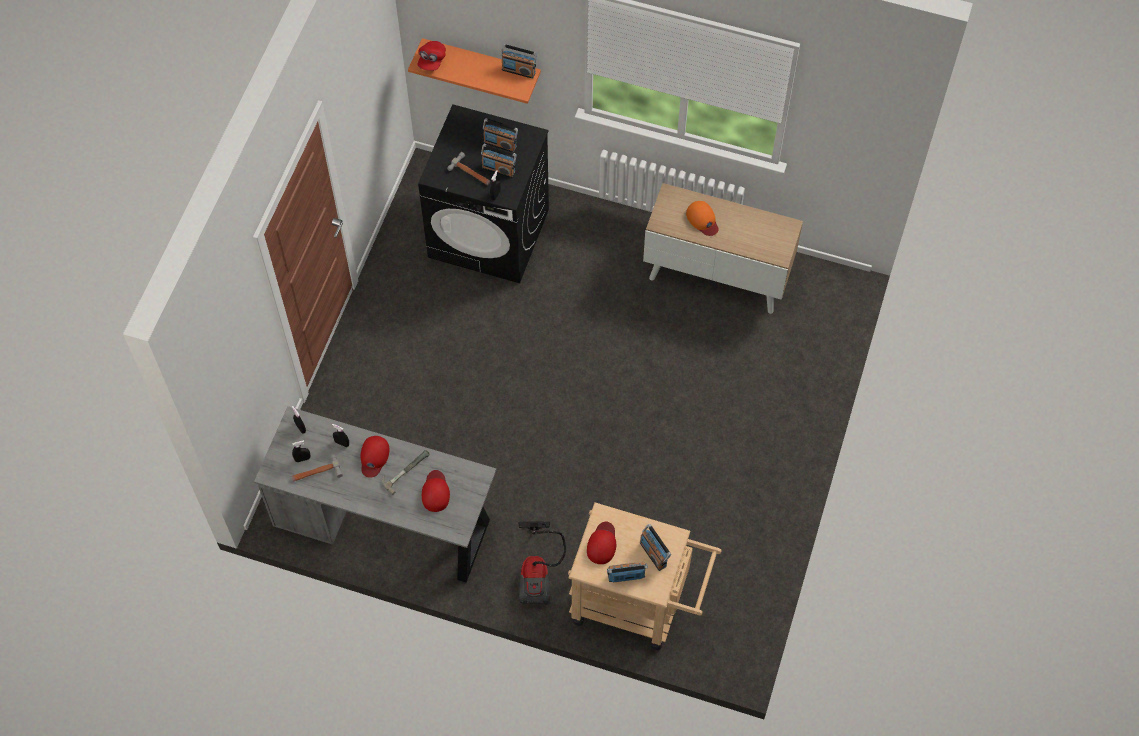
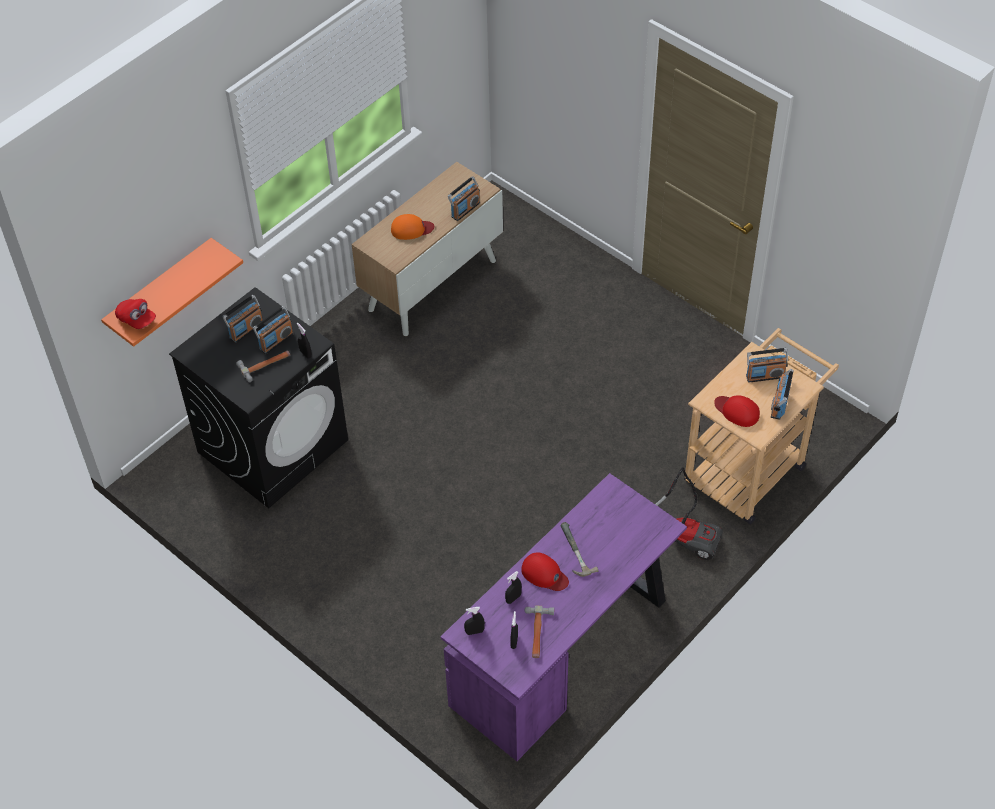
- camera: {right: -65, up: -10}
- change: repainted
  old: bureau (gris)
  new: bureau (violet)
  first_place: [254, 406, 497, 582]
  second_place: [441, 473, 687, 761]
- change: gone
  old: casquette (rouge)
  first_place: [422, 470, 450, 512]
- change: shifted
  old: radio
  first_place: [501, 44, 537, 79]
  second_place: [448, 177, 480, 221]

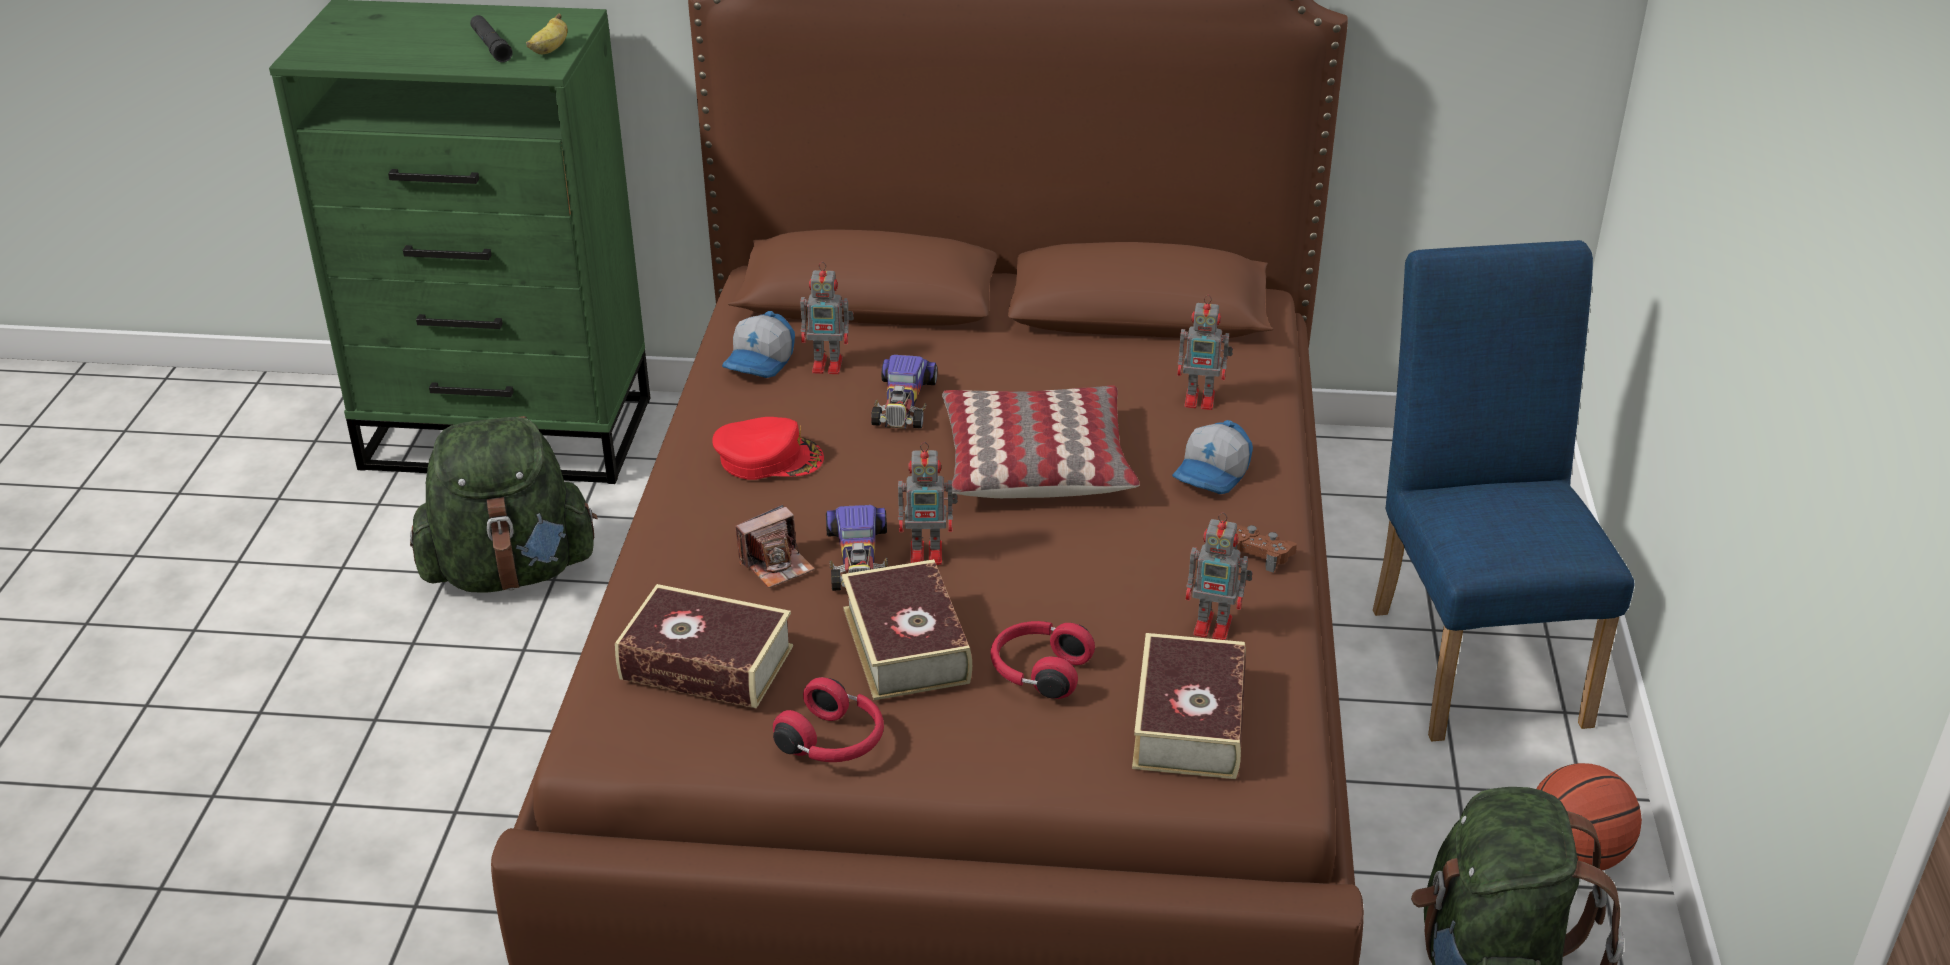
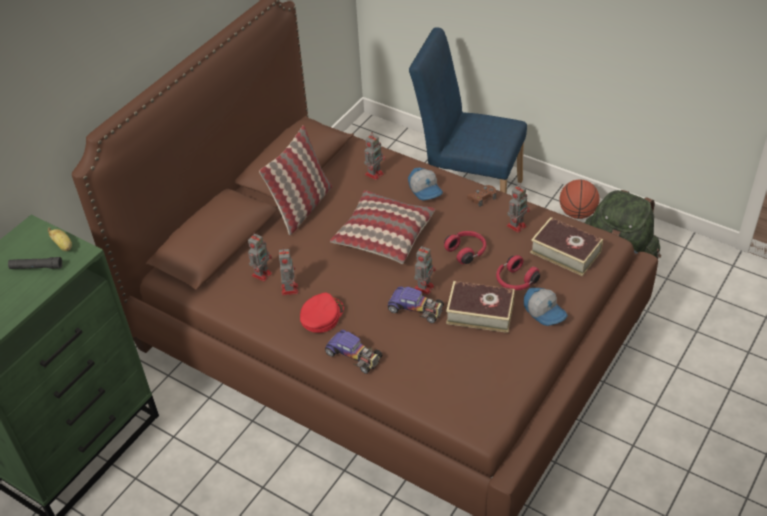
- camera: {right: -60, up: 10}
- change: gone
  old: sac à dos (vert)
  first_place: [410, 416, 598, 593]
- change: gone
  old: livre
  first_place: [615, 584, 793, 708]
- change: shifted
  old: casquette
  first_place: [722, 311, 795, 378]
  second_place: [524, 288, 568, 326]
- change: gone
  old: appareil photo
  first_place: [735, 505, 815, 588]
- change: shifted
  old: casque audio (rouge)
  first_place: [773, 677, 884, 762]
  second_place: [444, 231, 487, 264]
- change: shifted
  old: petite voiture
  first_place: [871, 355, 937, 429]
  second_place: [325, 330, 383, 374]
- change: new
  new: coussin
  second_place: [259, 125, 332, 235]
- change: new
  new: robot jouet
  second_place: [279, 247, 298, 295]

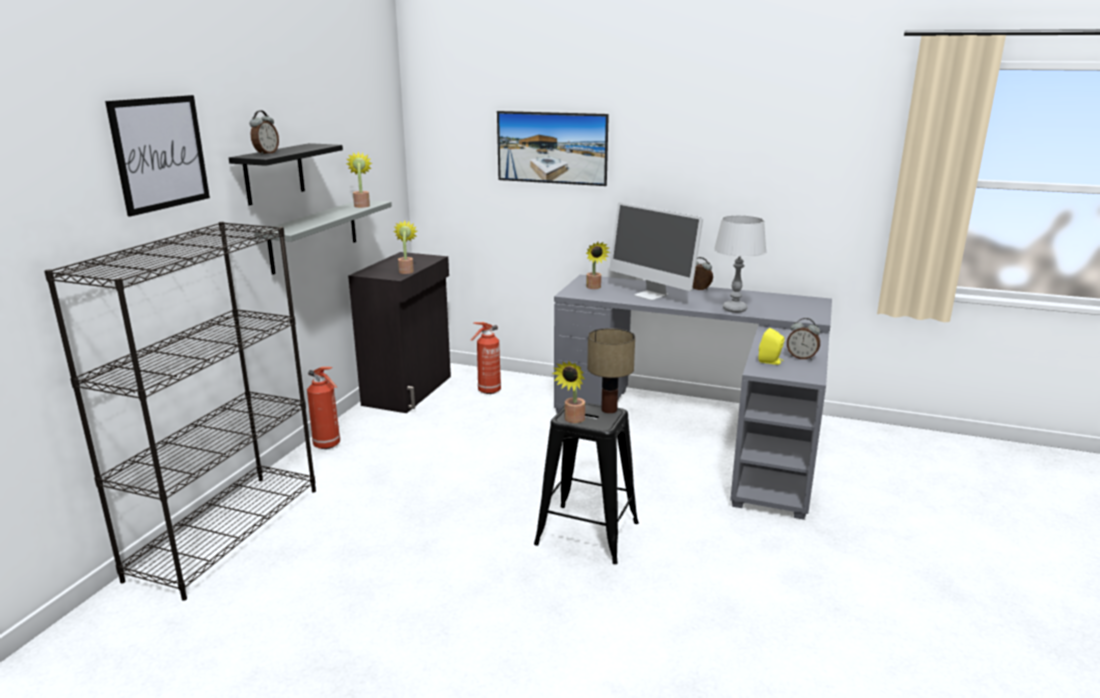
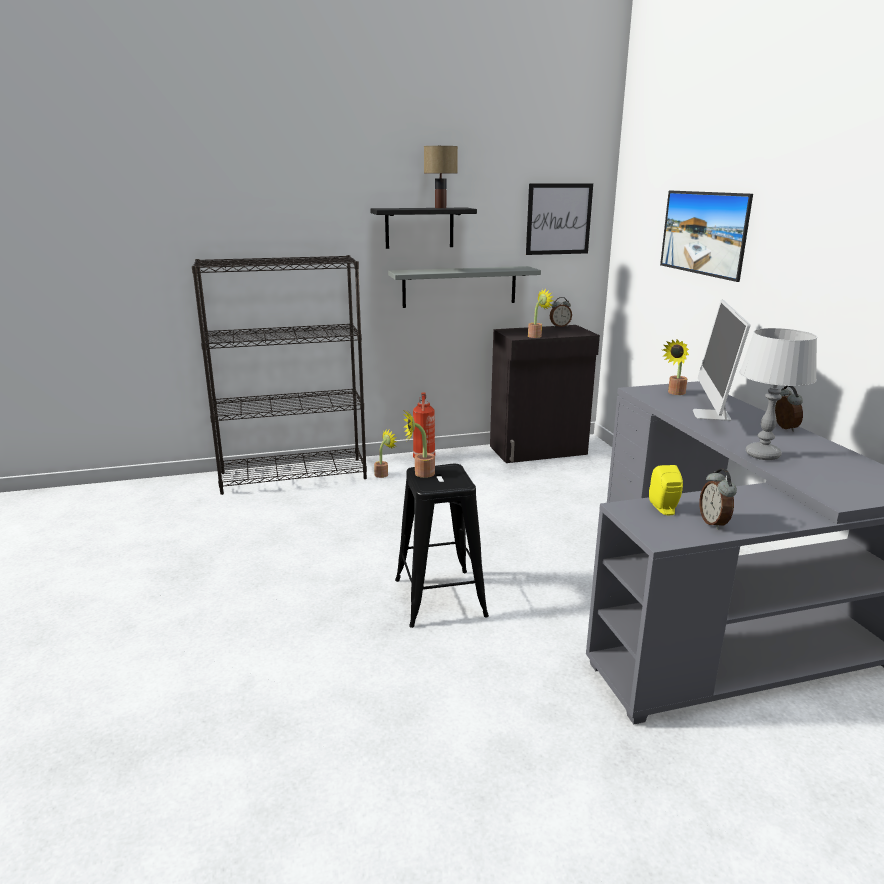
- camera: {right: 55, up: 0}
- change: shifted
  old: tableau
  first_place: [105, 95, 210, 217]
  second_place: [526, 183, 593, 255]
- change: shifted
  old: réveil
  first_place: [250, 110, 279, 155]
  second_place: [550, 297, 572, 327]
- change: shifted
  old: plante en pot
  first_place: [346, 151, 372, 208]
  second_place: [374, 429, 397, 478]
- change: gone
  old: extincteur
  first_place: [471, 322, 501, 394]
- change: shifted
  old: lampe de table
  first_place: [587, 328, 635, 413]
  second_place: [424, 146, 458, 208]

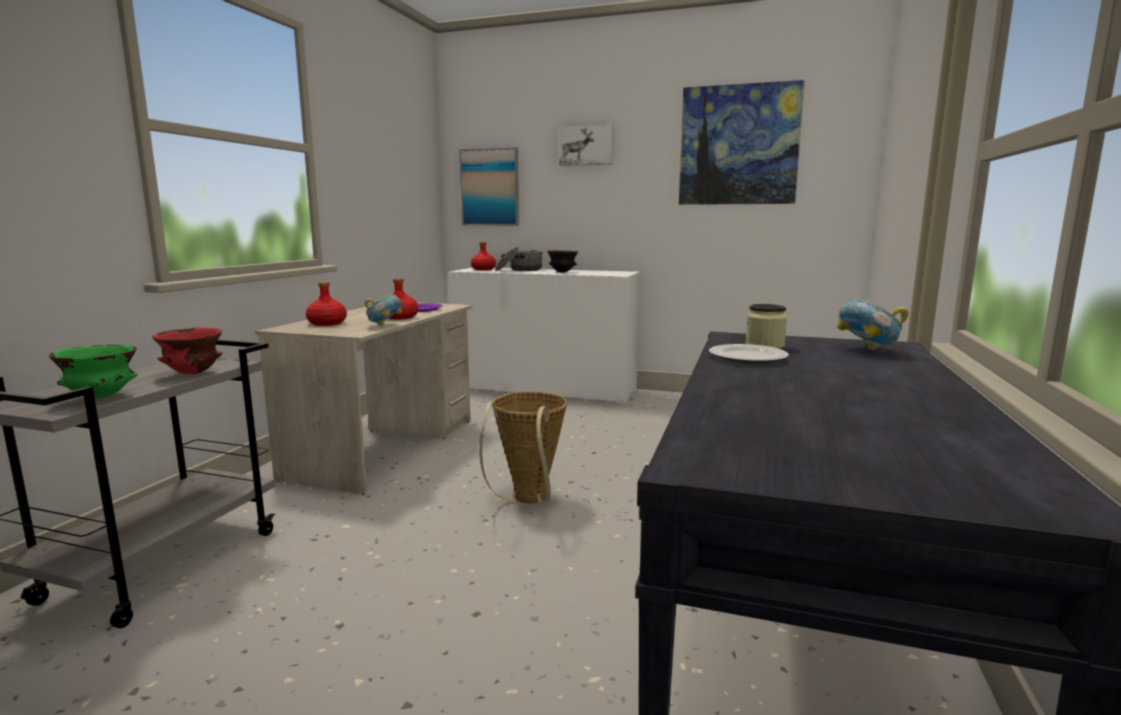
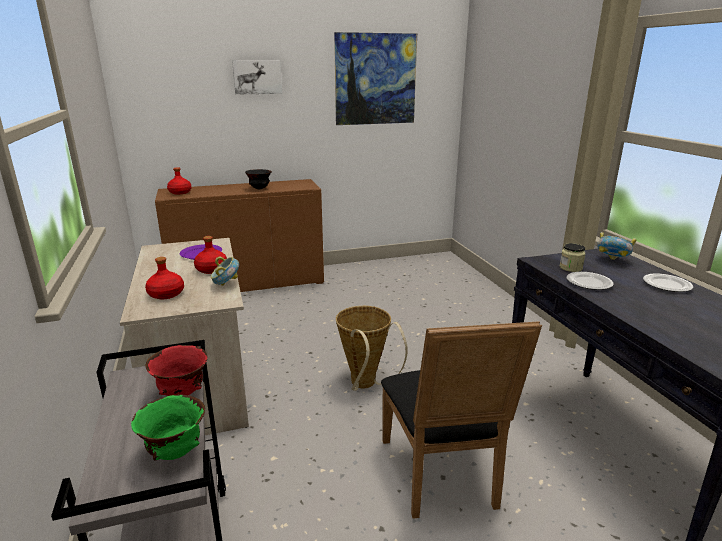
- camera: {right: -35, up: 10}
- change: repainted
  old: meuble de rangement (blanc)
  new: meuble de rangement (marron)
  first_place: [448, 268, 640, 404]
  second_place: [155, 179, 324, 292]
- change: gone
  old: tableau
  first_place: [459, 147, 519, 226]
- change: gone
  old: marmite
  first_place: [495, 247, 543, 271]
- change: new
  new: chaise (noir)
  second_place: [381, 321, 542, 519]
- change: new
  new: assiette
  second_place: [643, 274, 693, 292]

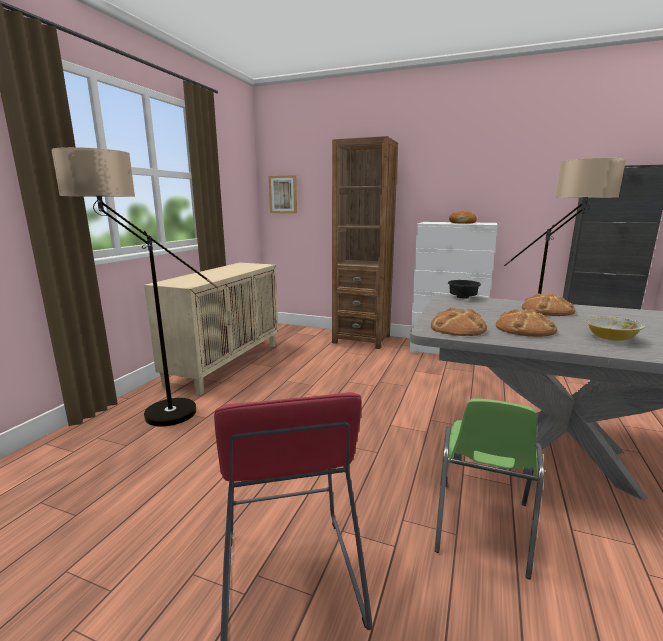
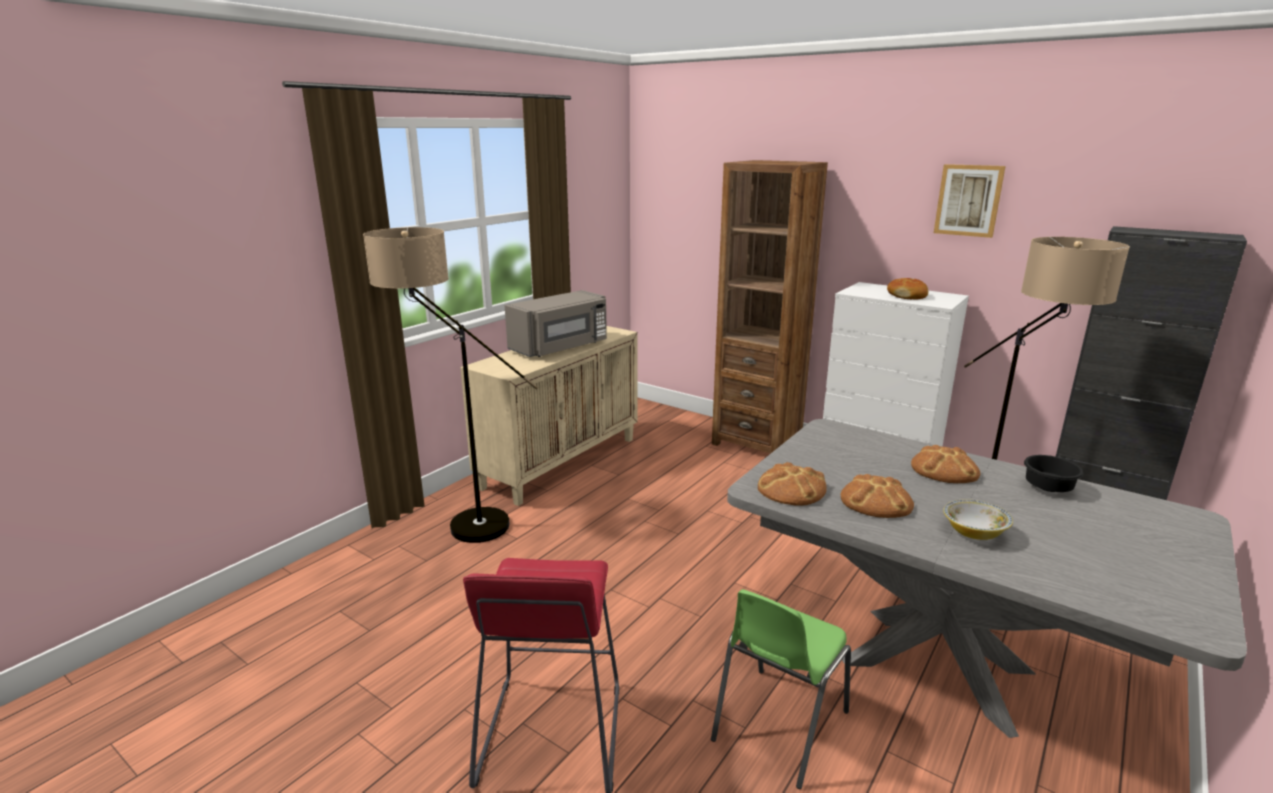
- camera: {right: 15, up: 5}
- change: shifted
  old: tableau
  first_place: [269, 175, 297, 213]
  second_place: [934, 164, 1006, 238]
- change: shifted
  old: bol (noir)
  first_place: [448, 280, 481, 299]
  second_place: [1024, 455, 1083, 492]
- change: new
  new: micro-ondes (gris)
  second_place: [505, 290, 607, 357]

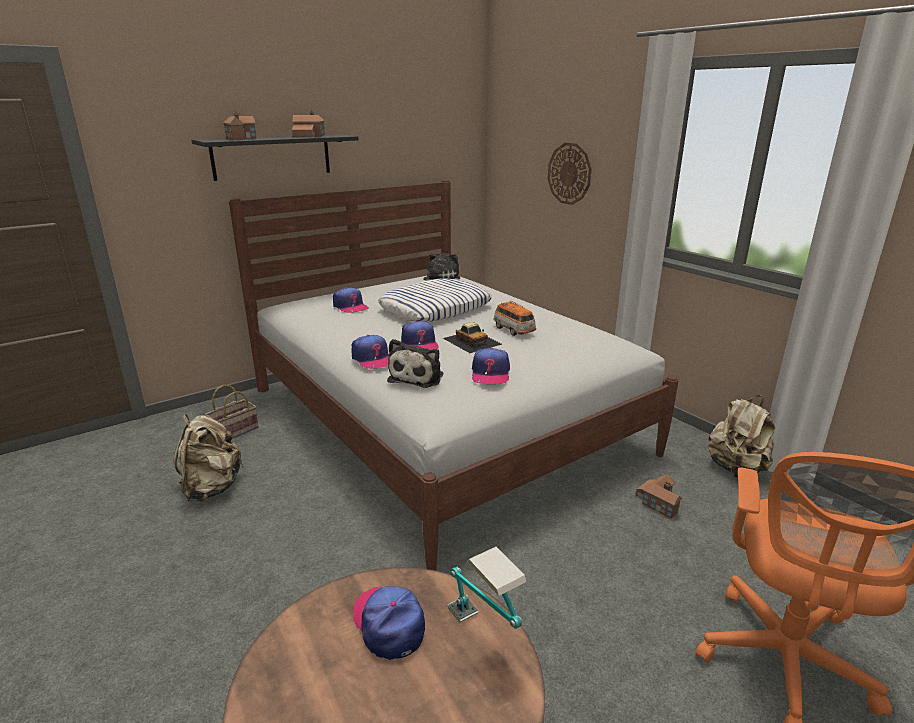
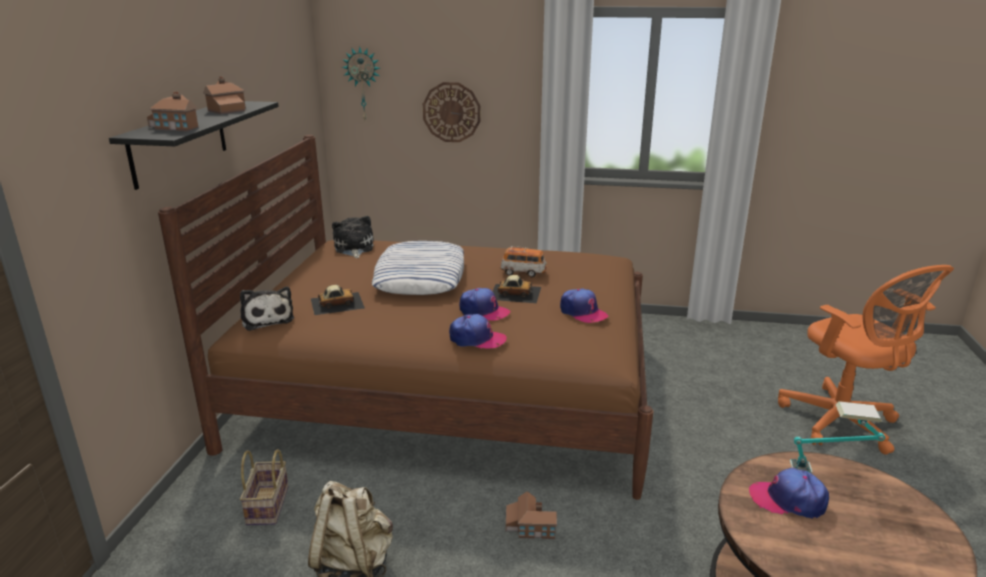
- camera: {right: -45, up: 0}
- change: repainted
  old: lit (blanc)
  new: lit (marron)
  first_place: [229, 180, 679, 571]
  second_place: [158, 135, 653, 500]
- change: swapped
  old: casquette
  new: petite voiture
  first_place: [333, 287, 370, 313]
  second_place: [311, 285, 365, 315]
- change: shifted
  old: peluche
  first_place: [387, 339, 443, 388]
  second_place: [240, 286, 294, 331]
- change: shifted
  old: maison miniature
  first_place: [636, 474, 682, 519]
  second_place: [506, 491, 557, 539]
- change: gone
  old: sac à dos (beige)
  first_place: [708, 396, 775, 477]
- change: new
  new: horloge murale
  second_place: [342, 47, 380, 120]

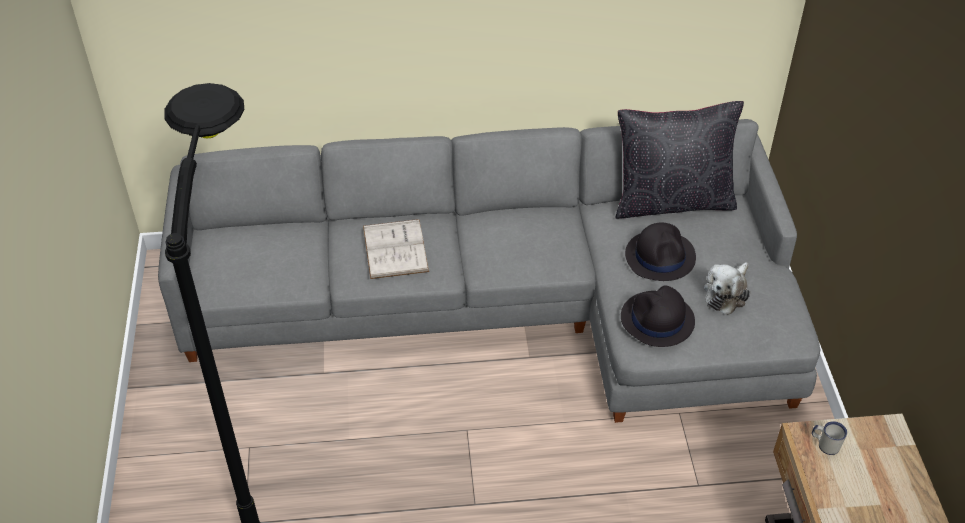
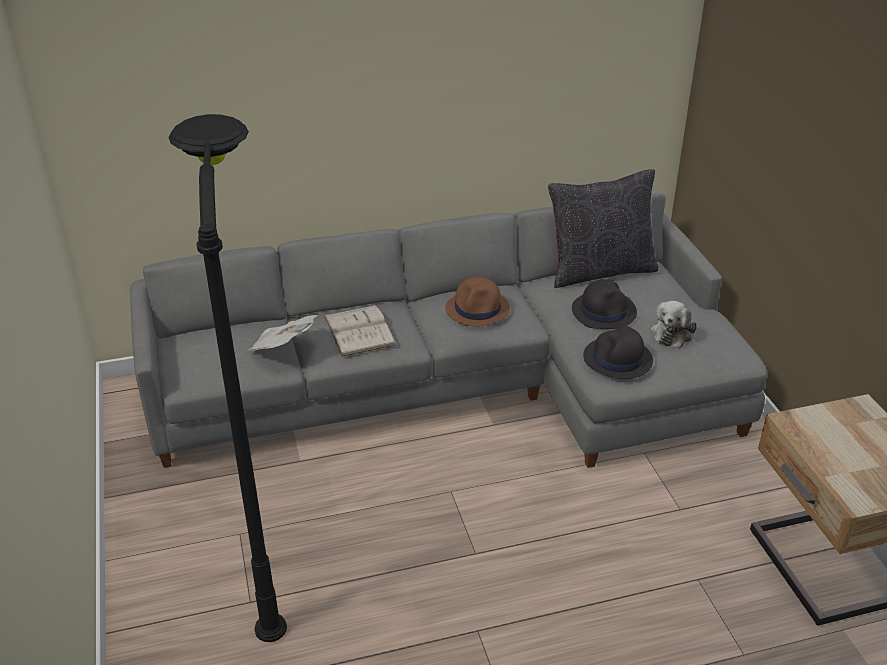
- camera: {right: -10, up: -10}
- change: gone
  old: mug (blanc)
  first_place: [812, 421, 847, 455]
- change: new
  new: journal
  second_place: [249, 315, 318, 351]
- change: new
  new: chapeau (marron)
  second_place: [445, 277, 510, 326]

